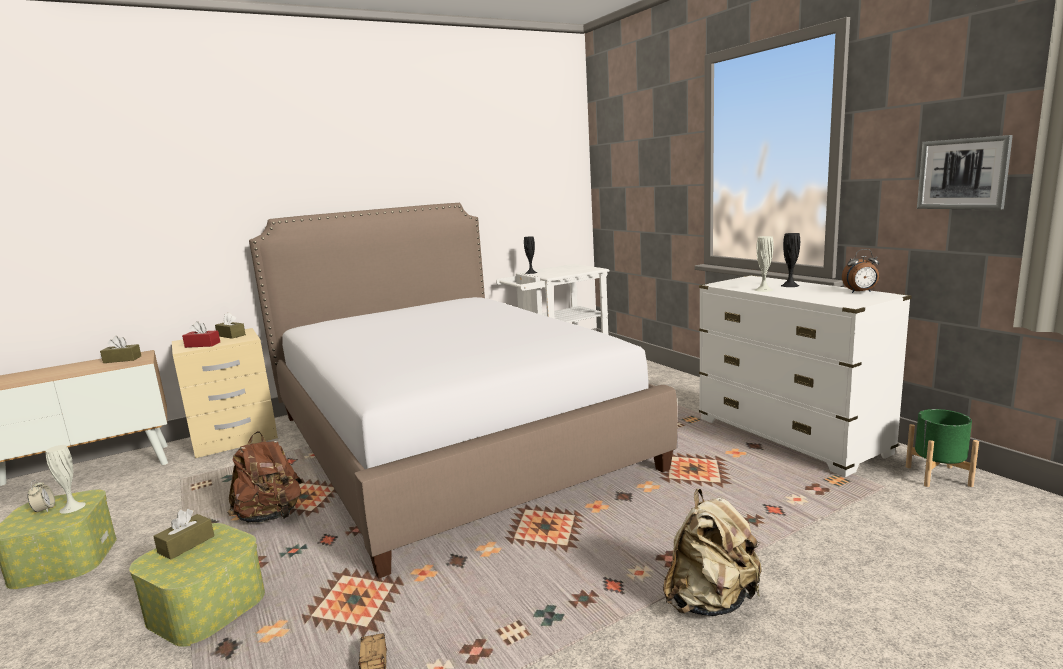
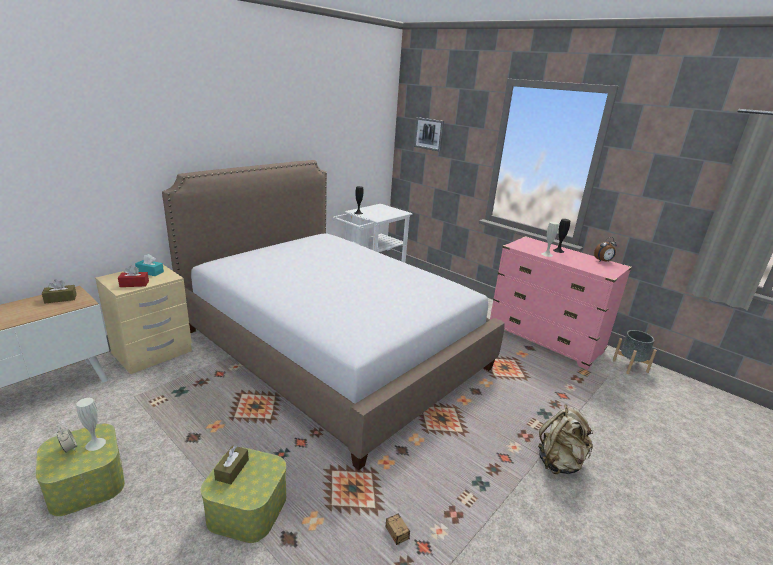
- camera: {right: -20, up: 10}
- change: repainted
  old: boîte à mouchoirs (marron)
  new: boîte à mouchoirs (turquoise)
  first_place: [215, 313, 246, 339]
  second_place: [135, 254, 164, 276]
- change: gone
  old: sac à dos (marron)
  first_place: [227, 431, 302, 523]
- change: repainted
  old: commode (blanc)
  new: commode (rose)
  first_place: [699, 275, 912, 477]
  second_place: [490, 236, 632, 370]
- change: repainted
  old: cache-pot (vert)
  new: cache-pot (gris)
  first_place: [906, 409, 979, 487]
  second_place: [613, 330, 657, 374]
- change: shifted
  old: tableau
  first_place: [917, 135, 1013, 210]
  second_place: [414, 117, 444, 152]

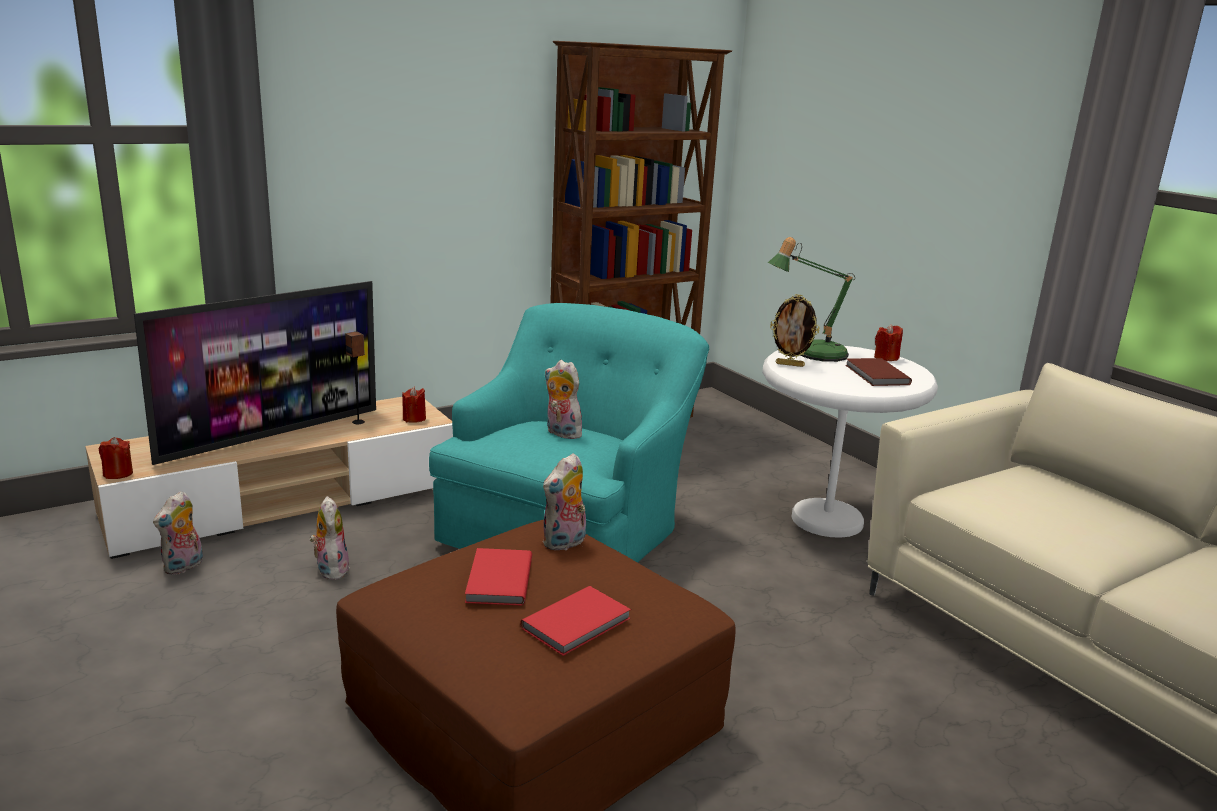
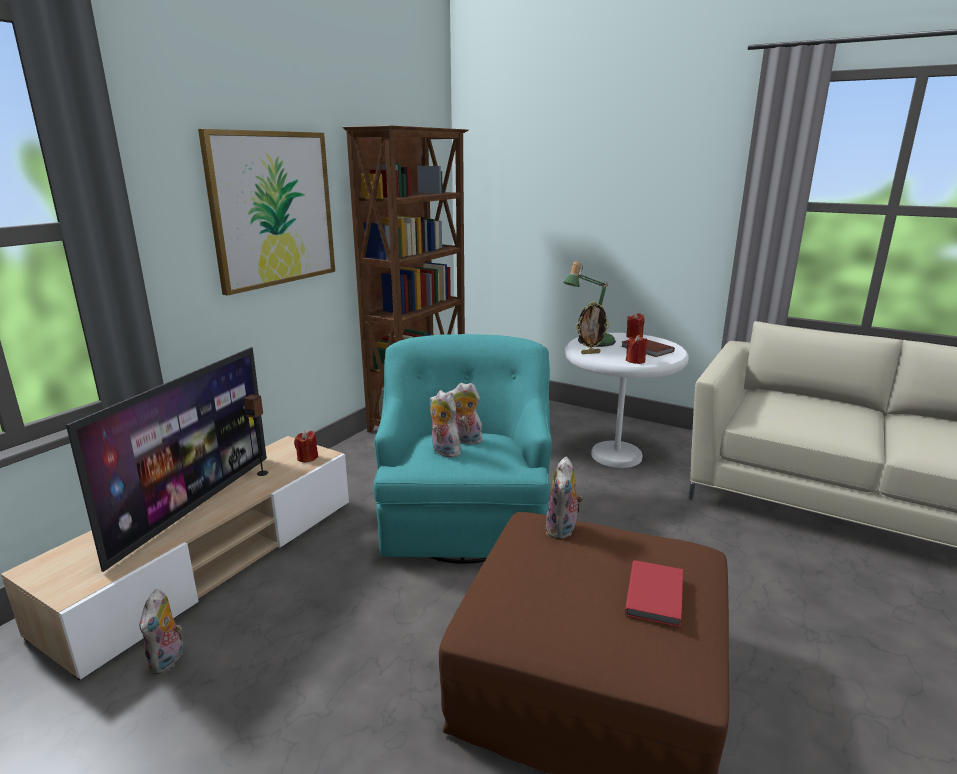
- camera: {right: -25, up: 0}
- change: shifted
  old: bougie (rouge)
  first_place: [99, 437, 133, 479]
  second_place: [626, 335, 647, 364]
- change: shifted
  old: peluche
  first_place: [310, 496, 350, 580]
  second_place: [430, 390, 462, 458]
- change: gone
  old: livre (rouge)
  first_place: [465, 548, 532, 606]
- change: new
  new: tableau
  second_place: [198, 129, 335, 296]

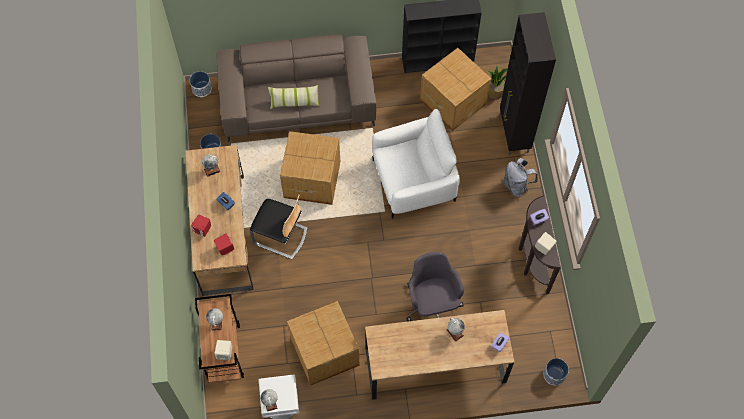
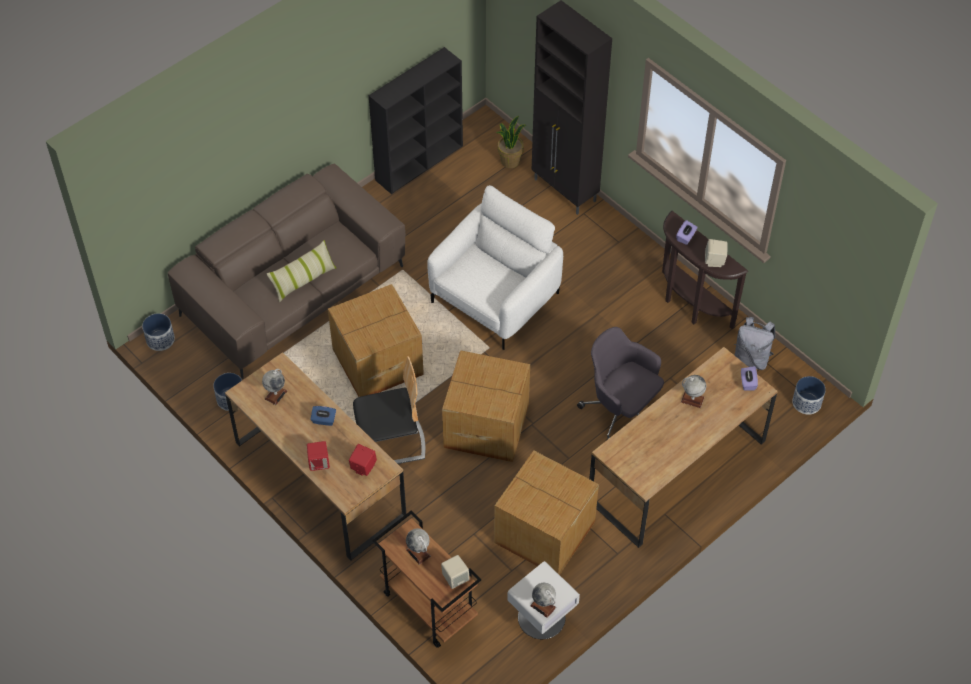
- camera: {right: -35, up: -10}
- change: shifted
  old: carton
  first_place: [420, 48, 492, 131]
  second_place: [442, 350, 530, 462]
- change: shifted
  old: sac à dos (gris)
  first_place: [504, 158, 538, 197]
  second_place: [734, 317, 775, 370]

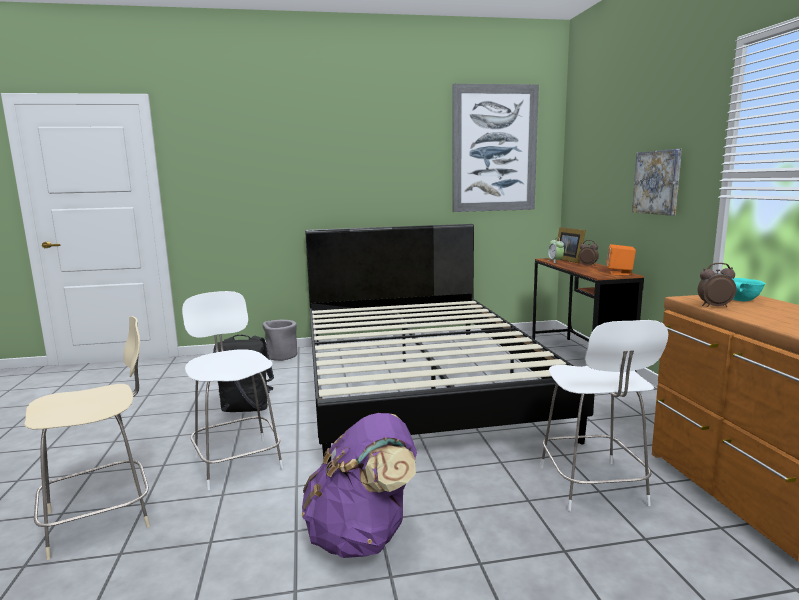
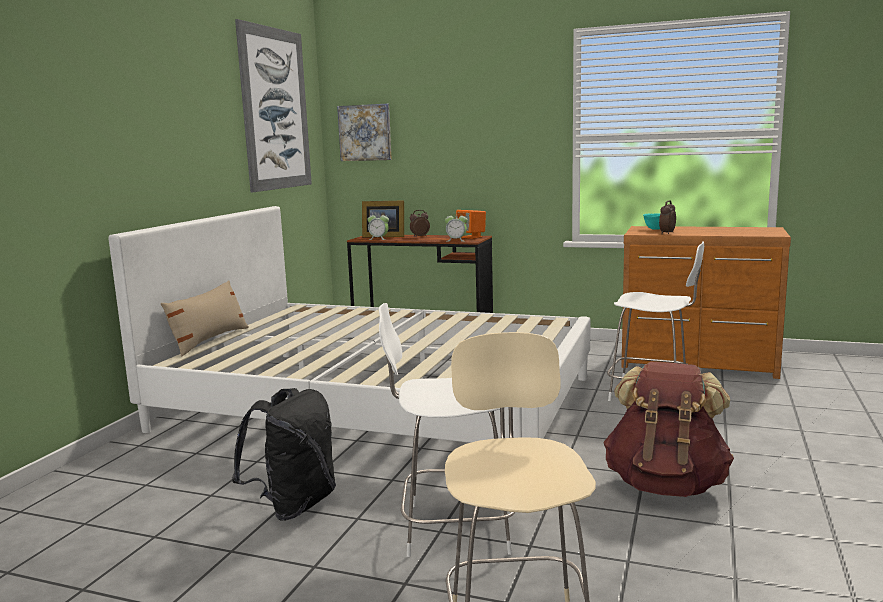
- camera: {right: -60, up: 0}
- change: gone
  old: cache-pot (gris)
  first_place: [262, 320, 297, 361]
- change: repainted
  old: sac à dos (violet)
  new: sac à dos (marron)
  first_place: [302, 413, 417, 558]
  second_place: [603, 362, 734, 497]
- change: repainted
  old: lit (noir)
  new: lit (blanc)
  first_place: [305, 224, 594, 464]
  second_place: [109, 206, 591, 443]
- change: shifted
  old: tableau
  first_place: [632, 149, 682, 216]
  second_place: [337, 104, 392, 161]
- change: new
  new: coussin (beige)
  second_place: [161, 280, 249, 357]
- change: new
  new: réveil
  second_place: [445, 212, 468, 241]

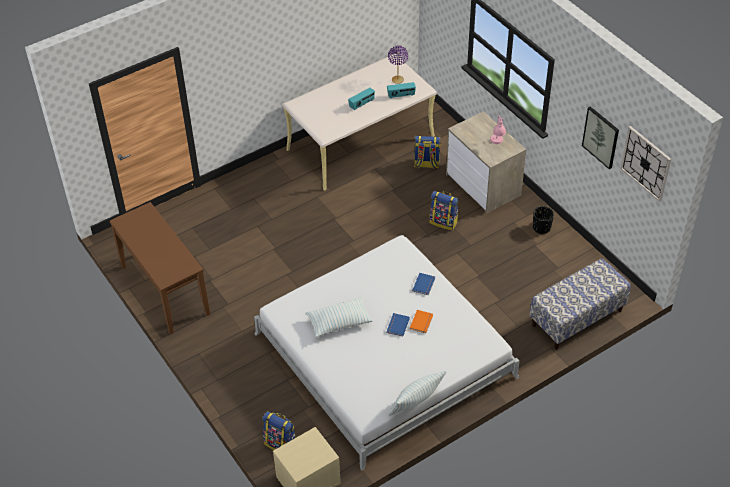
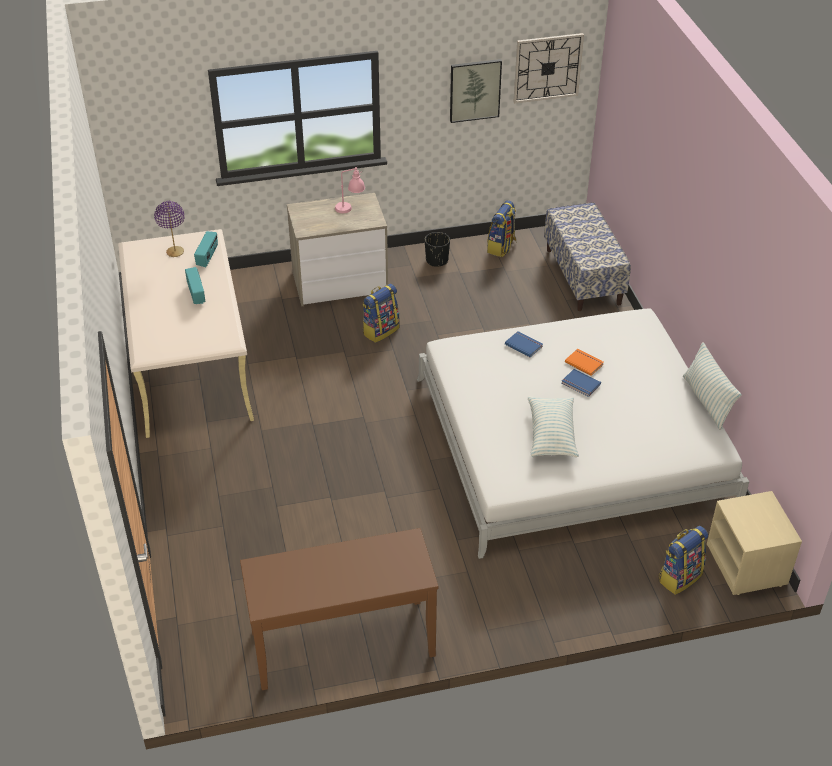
- camera: {right: -70, up: -5}
- change: shifted
  old: sac à dos
  first_place: [414, 136, 441, 169]
  second_place: [487, 200, 517, 257]

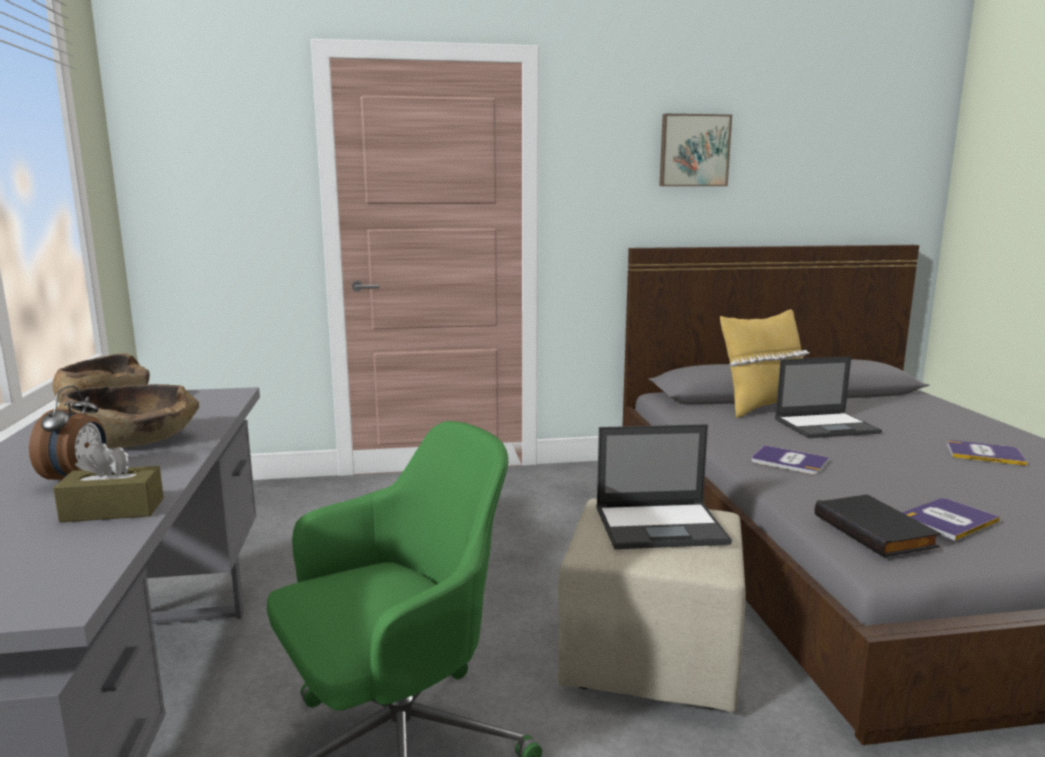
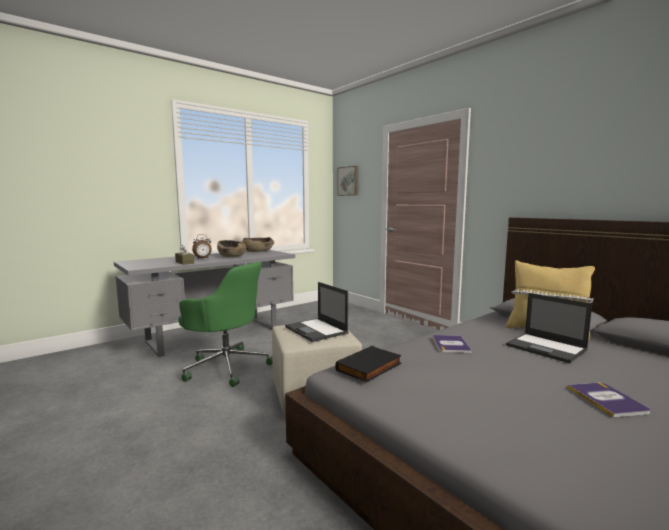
- camera: {right: 60, up: -5}
- change: shifted
  old: tableau
  first_place: [659, 114, 732, 186]
  second_place: [337, 166, 358, 196]
- change: gone
  old: livre
  first_place: [902, 498, 1000, 541]

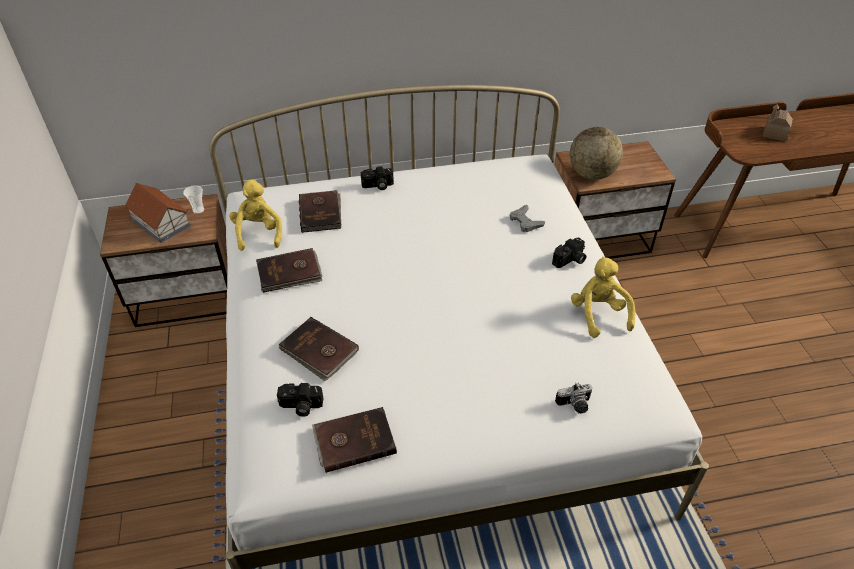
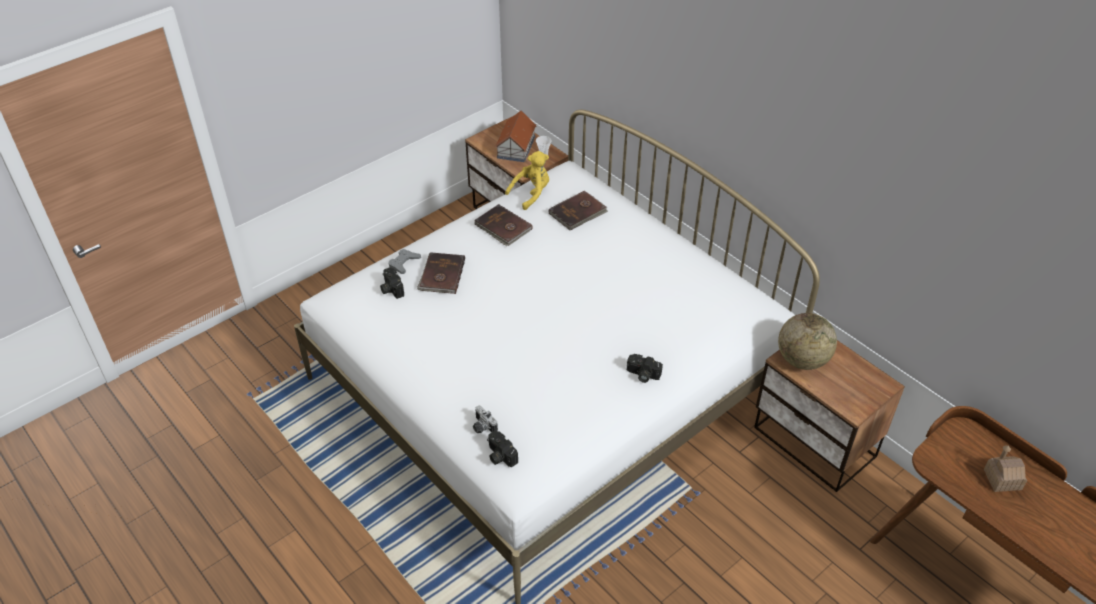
- camera: {right: 60, up: 0}
- change: gone
  old: livre (marron)
  first_place: [312, 407, 397, 473]
- change: shifted
  old: appareil photo
  first_place: [361, 166, 394, 190]
  second_place: [487, 431, 518, 468]
- change: shifted
  old: manette (gris)
  first_place: [510, 205, 545, 232]
  second_place: [388, 249, 421, 274]
- change: gone
  old: peluche (jaune)
  first_place: [571, 257, 635, 338]

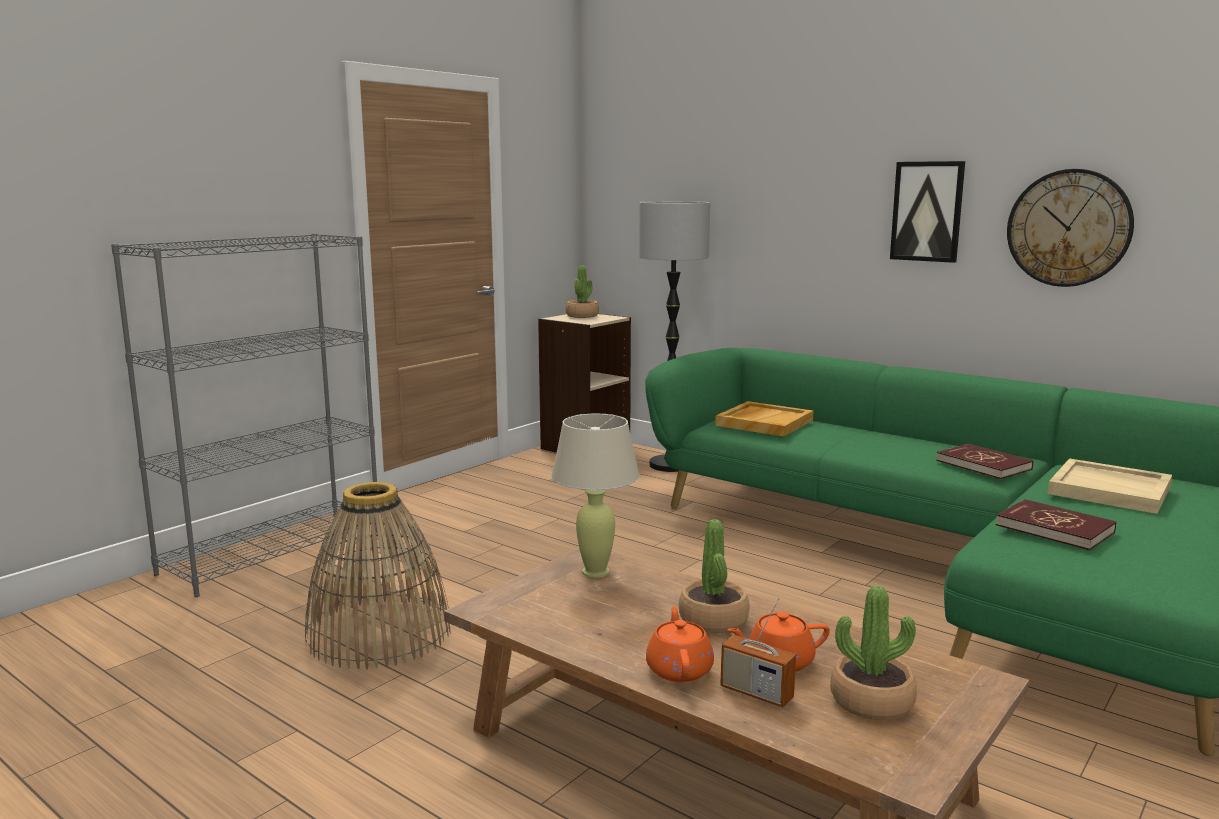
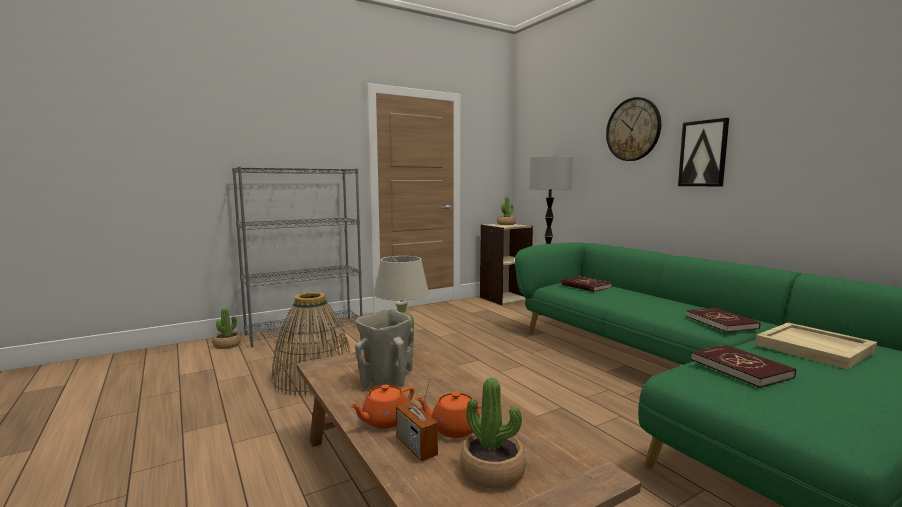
- camera: {right: 20, up: -5}
- change: rotated
  old: théière (orange)
  first_place: [646, 606, 714, 682]
  second_place: [349, 385, 414, 429]
  degrees: -150
- change: shifted
  old: plante en pot
  first_place: [679, 519, 750, 633]
  second_place: [212, 307, 241, 349]
- change: swapped
  old: plateau (beige)
  new: livre (rouge)
  first_place: [715, 401, 813, 436]
  second_place: [561, 276, 611, 292]
- change: shifted
  old: horloge murale
  first_place: [1007, 169, 1134, 287]
  second_place: [606, 97, 661, 161]
- change: new
  new: vase (beige)
  second_place: [355, 309, 414, 389]

